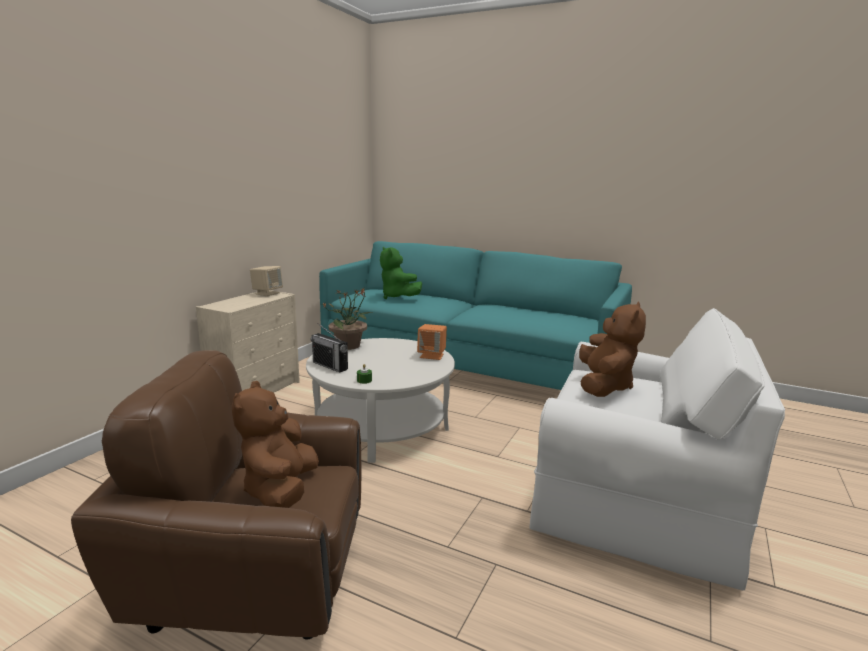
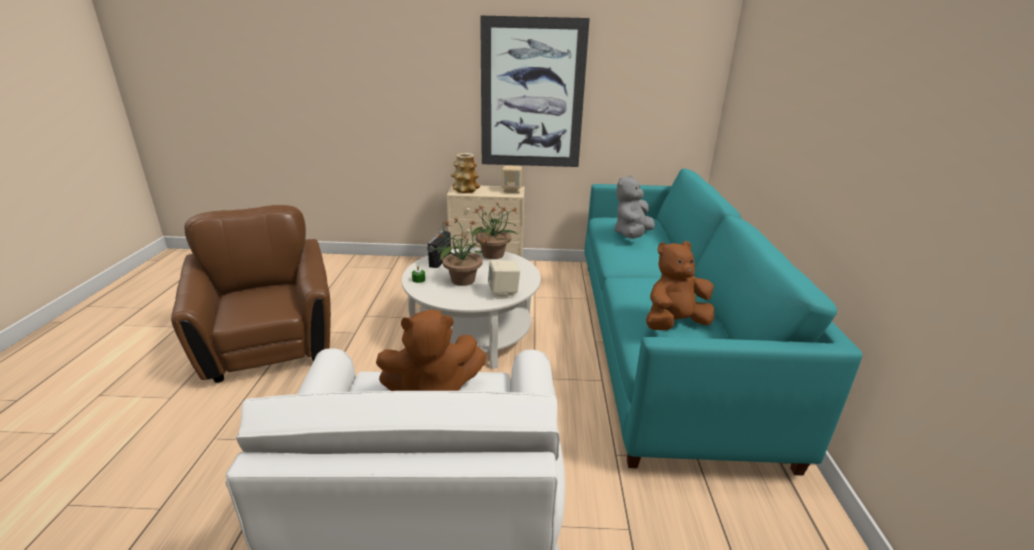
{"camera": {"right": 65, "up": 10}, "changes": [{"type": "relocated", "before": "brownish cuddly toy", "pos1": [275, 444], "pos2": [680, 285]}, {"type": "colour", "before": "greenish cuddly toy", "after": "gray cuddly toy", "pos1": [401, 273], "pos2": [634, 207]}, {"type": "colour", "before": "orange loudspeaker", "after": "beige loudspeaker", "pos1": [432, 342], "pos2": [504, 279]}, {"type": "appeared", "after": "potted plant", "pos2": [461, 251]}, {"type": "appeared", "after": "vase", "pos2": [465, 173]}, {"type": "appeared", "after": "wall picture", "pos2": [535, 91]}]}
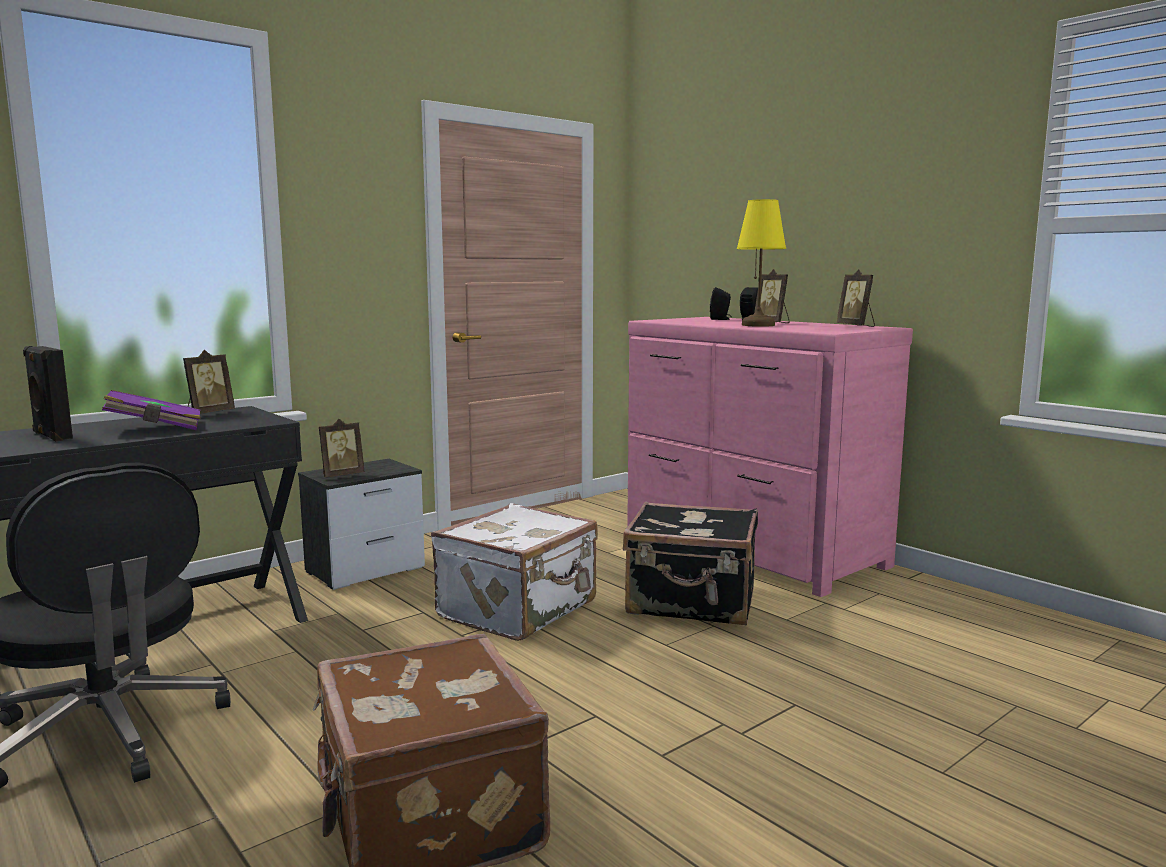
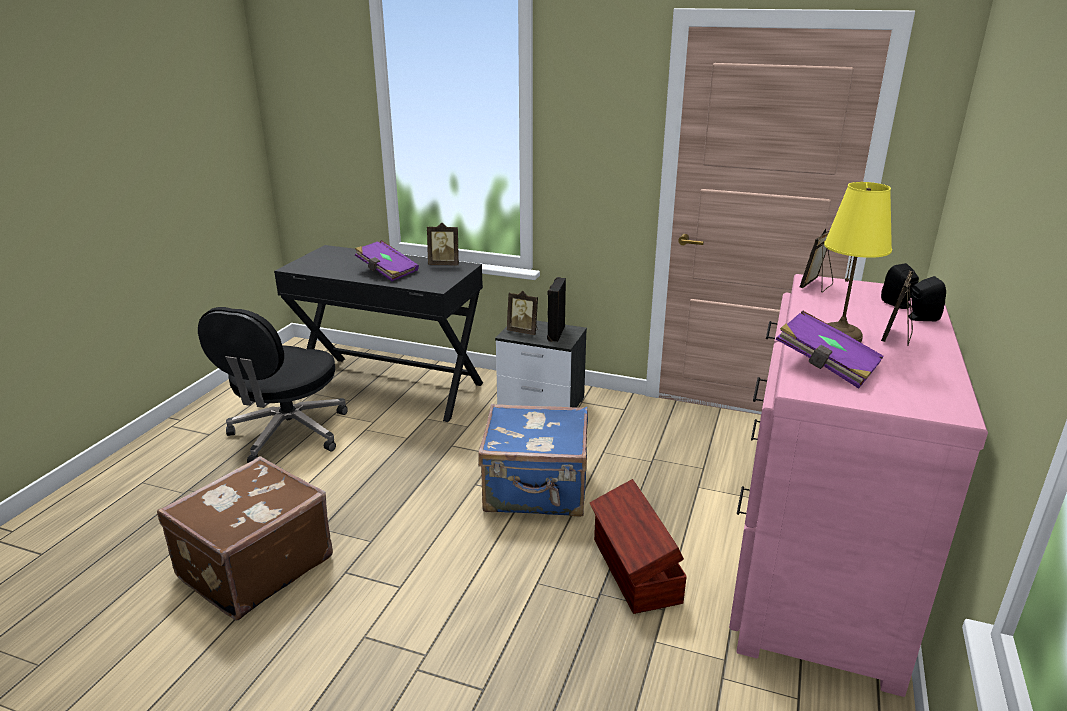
{"camera": {"right": 60, "up": 15}, "changes": [{"type": "relocated", "before": "blackish loudspeaker", "pos1": [48, 393], "pos2": [556, 309]}, {"type": "colour", "before": "whitish piece of luggage", "after": "blue-coloured piece of luggage", "pos1": [514, 572], "pos2": [533, 460]}, {"type": "exchanged", "before": "blackish piece of luggage", "after": "brownish storage container", "pos1": [690, 564], "pos2": [638, 546]}, {"type": "relocated", "before": "photo frame", "pos1": [855, 298], "pos2": [816, 260]}, {"type": "appeared", "after": "purple-coloured book", "pos2": [830, 350]}]}
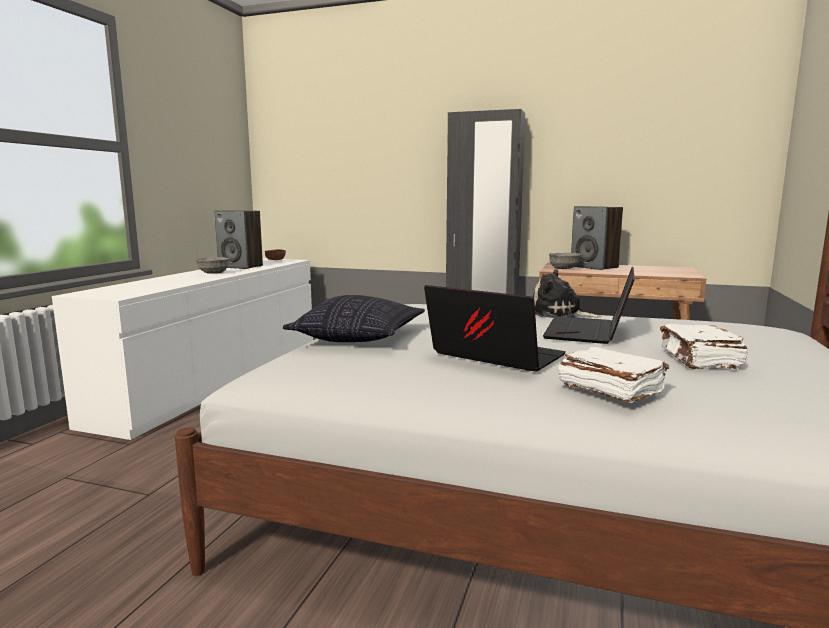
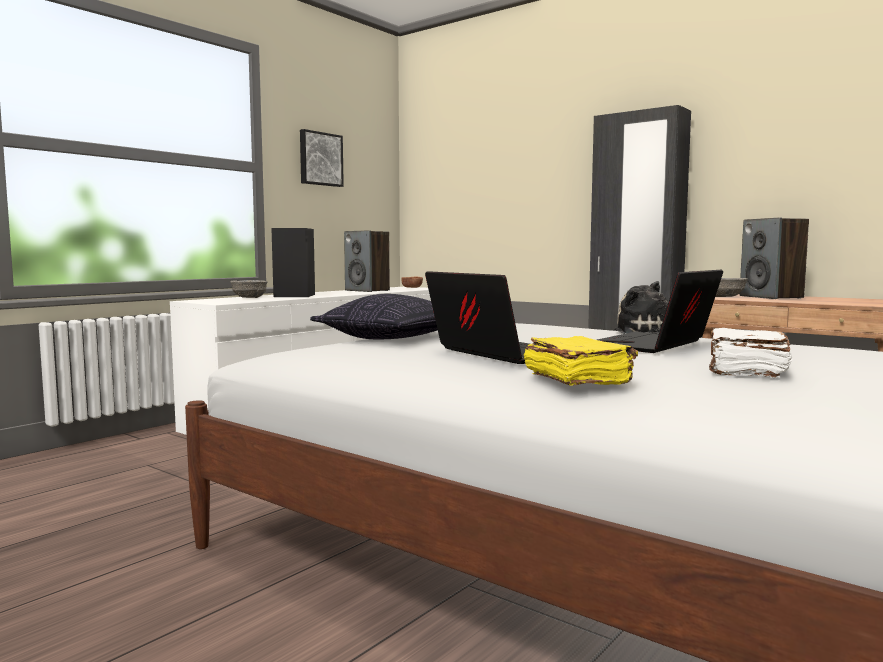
{"camera": {"right": 20, "up": -5}, "changes": [{"type": "relocated", "before": "gray serving bowl", "pos1": [212, 265], "pos2": [248, 289]}, {"type": "colour", "before": "whitish book", "after": "yellow book", "pos1": [613, 374], "pos2": [581, 361]}, {"type": "appeared", "after": "blackish loudspeaker", "pos2": [293, 262]}, {"type": "appeared", "after": "wall picture", "pos2": [322, 158]}]}
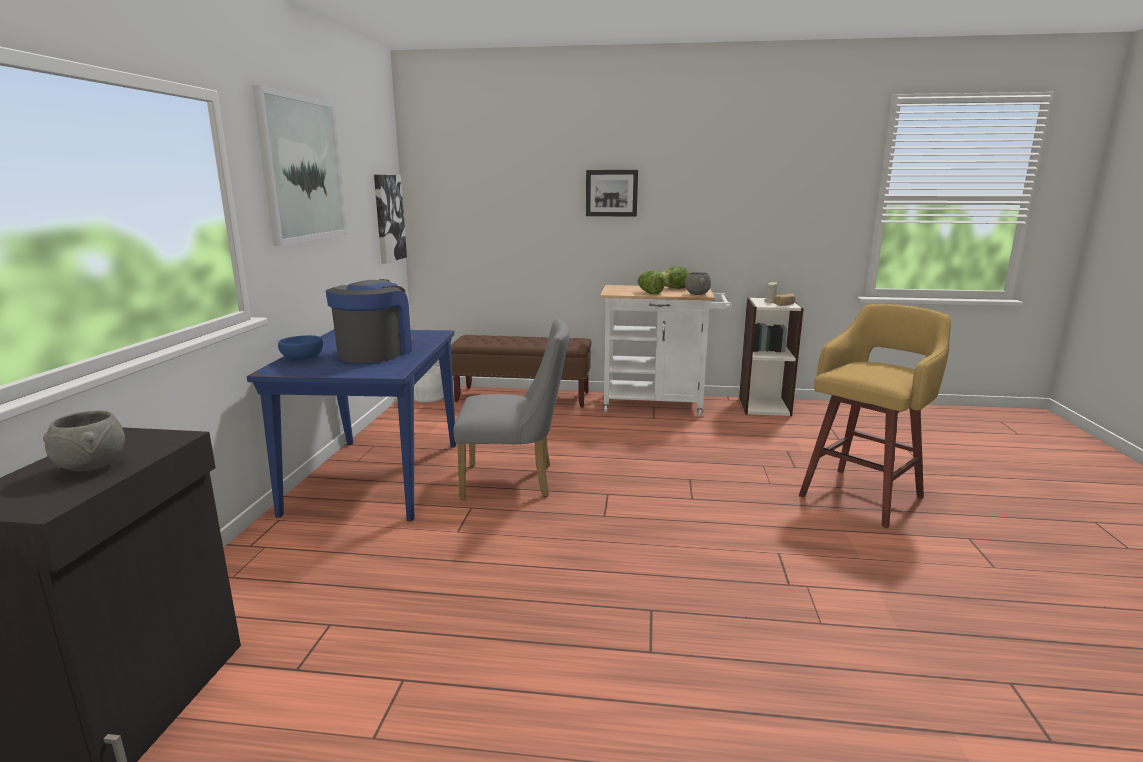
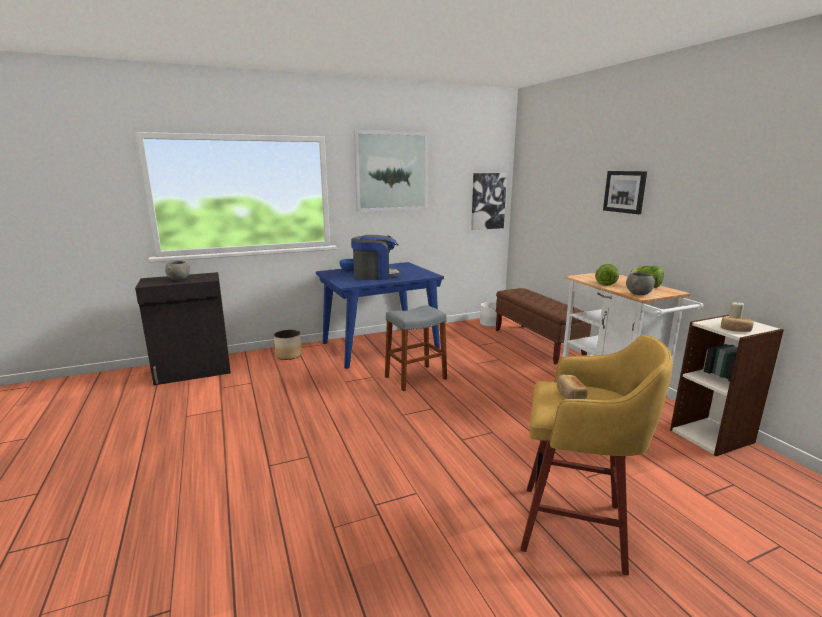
{"camera": {"right": 60, "up": 0}, "changes": [{"type": "exchanged", "before": "gray chair", "after": "gray stool seat", "pos1": [511, 409], "pos2": [416, 348]}, {"type": "appeared", "after": "flower pot", "pos2": [288, 345]}, {"type": "appeared", "after": "bread", "pos2": [572, 387]}]}
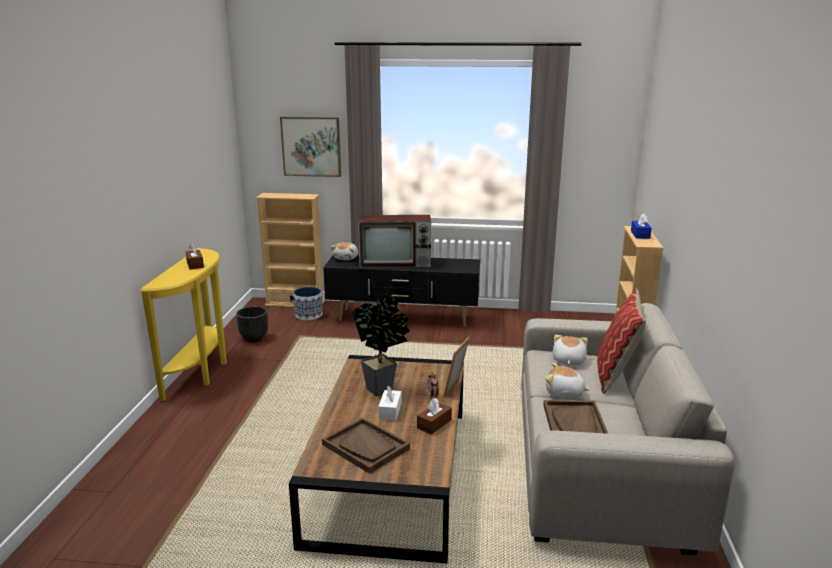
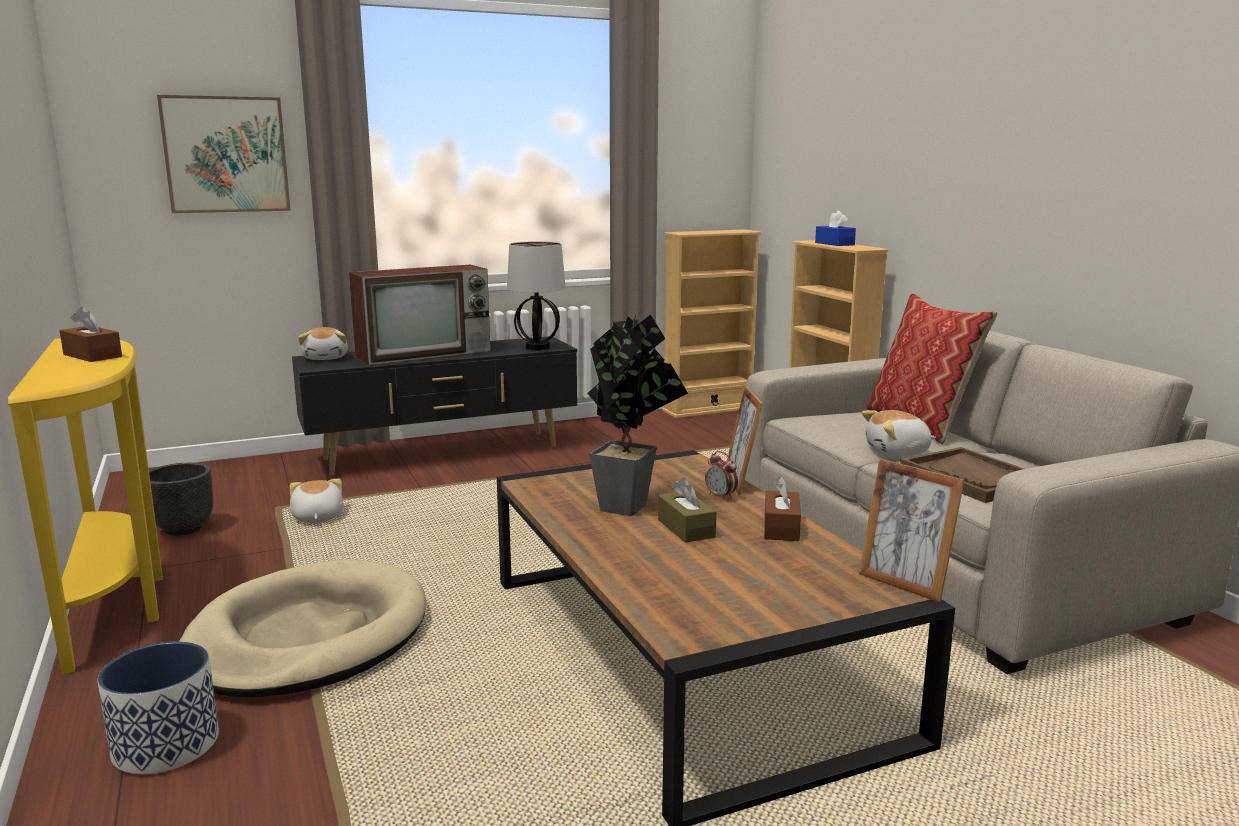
{"camera": {"right": -30, "up": -5}, "changes": [{"type": "relocated", "before": "beige shelving unit", "pos1": [290, 250], "pos2": [712, 323]}, {"type": "relocated", "before": "flower pot", "pos1": [308, 303], "pos2": [158, 708]}, {"type": "missing", "before": "brownish tray", "pos1": [366, 445]}, {"type": "colour", "before": "whitish box of tissues", "after": "brownish box of tissues", "pos1": [389, 403], "pos2": [687, 510]}, {"type": "relocated", "before": "cuddly toy", "pos1": [570, 350], "pos2": [316, 501]}, {"type": "appeared", "after": "beige dog bed", "pos2": [302, 629]}, {"type": "appeared", "after": "lamp for a table", "pos2": [536, 296]}, {"type": "appeared", "after": "photo frame", "pos2": [911, 530]}]}
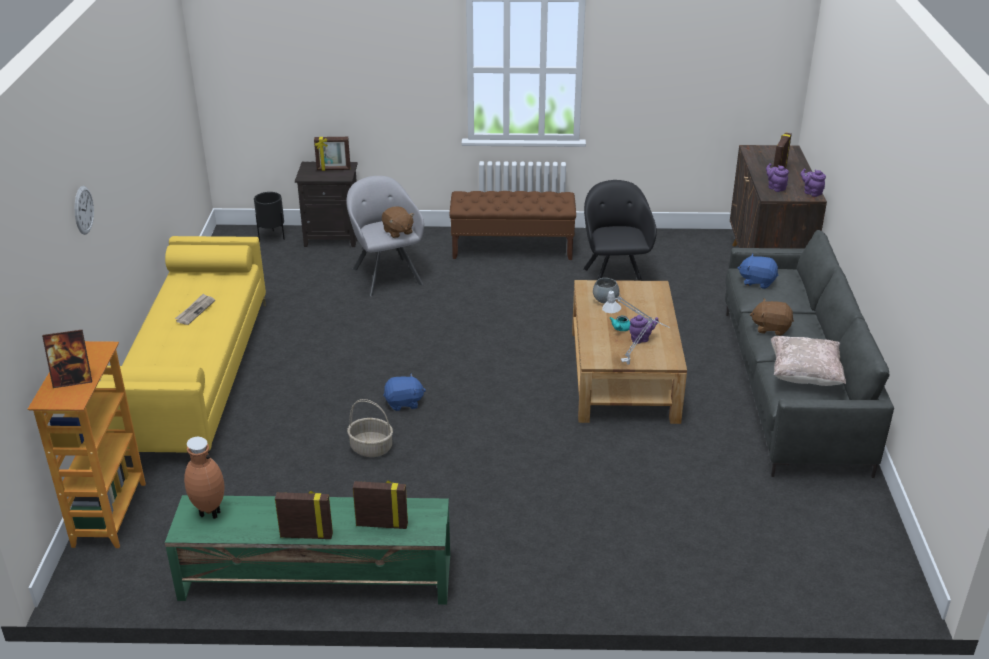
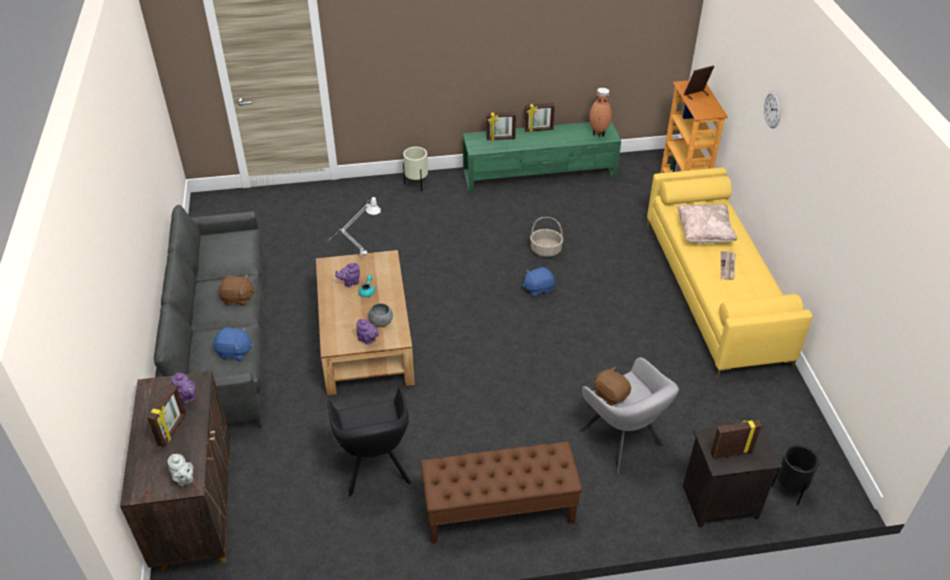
{"camera": {"right": 170, "up": 10}, "changes": [{"type": "relocated", "before": "beige throw pillow", "pos1": [808, 361], "pos2": [707, 223]}, {"type": "relocated", "before": "purple-coloured pot for tea", "pos1": [813, 182], "pos2": [367, 332]}, {"type": "appeared", "after": "gray pot for tea", "pos2": [180, 470]}, {"type": "appeared", "after": "beige flower pot", "pos2": [415, 169]}]}
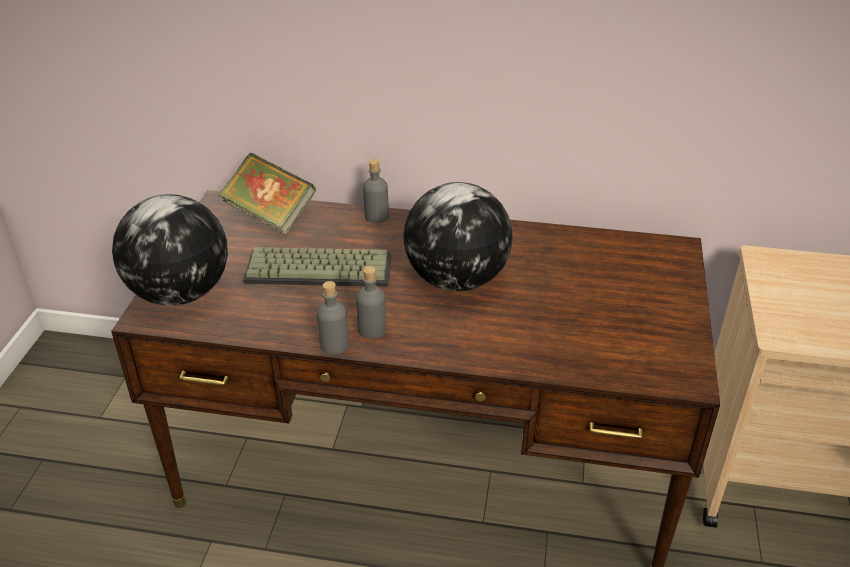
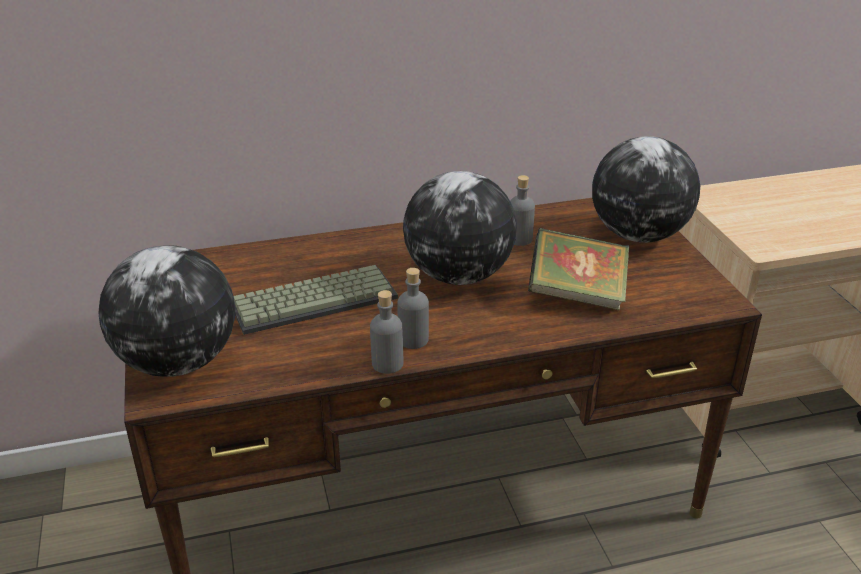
{"camera": {"right": -25, "up": -5}, "changes": [{"type": "relocated", "before": "book", "pos1": [267, 194], "pos2": [578, 269]}, {"type": "relocated", "before": "gray drink bottle", "pos1": [376, 191], "pos2": [522, 210]}, {"type": "appeared", "after": "desk globe", "pos2": [646, 189]}]}
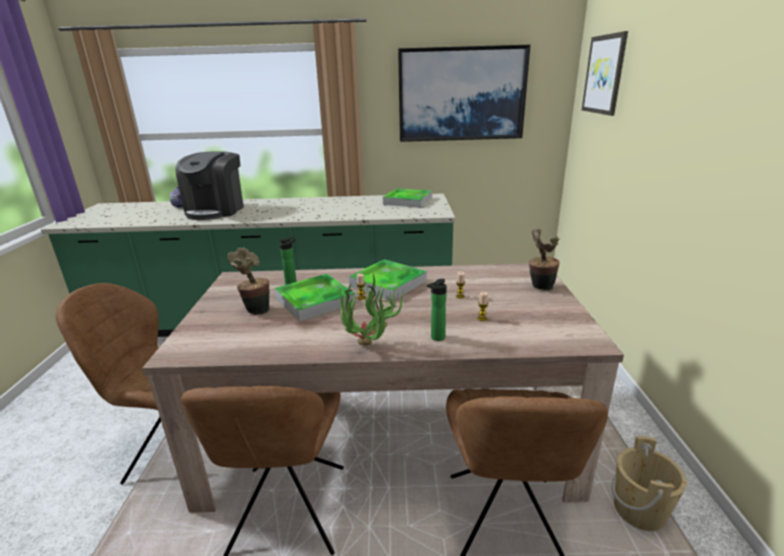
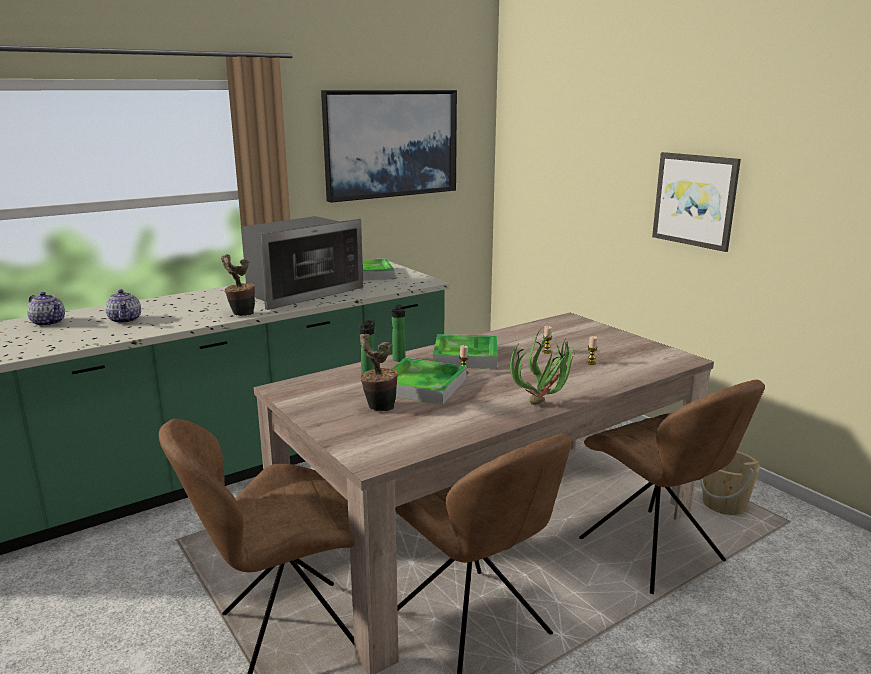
{"camera": {"right": -35, "up": -5}, "changes": [{"type": "exchanged", "before": "coffee brewer", "after": "pot for tea", "pos1": [209, 185], "pos2": [123, 306]}, {"type": "relocated", "before": "drink bottle", "pos1": [437, 310], "pos2": [398, 333]}, {"type": "relocated", "before": "potted plant", "pos1": [544, 259], "pos2": [238, 285]}, {"type": "relocated", "before": "wall picture", "pos1": [605, 73], "pos2": [696, 202]}, {"type": "appeared", "after": "kitchen microwave", "pos2": [302, 263]}]}
